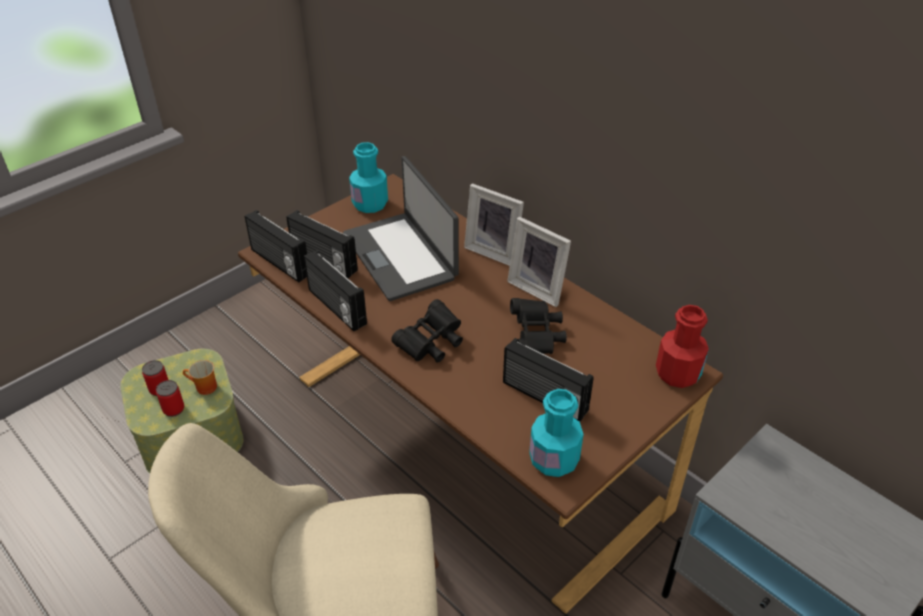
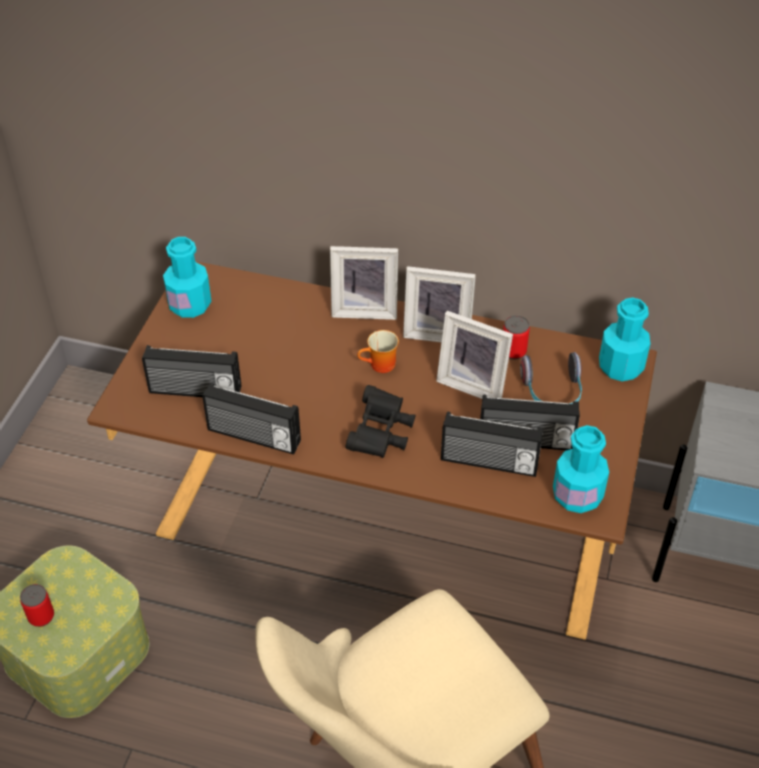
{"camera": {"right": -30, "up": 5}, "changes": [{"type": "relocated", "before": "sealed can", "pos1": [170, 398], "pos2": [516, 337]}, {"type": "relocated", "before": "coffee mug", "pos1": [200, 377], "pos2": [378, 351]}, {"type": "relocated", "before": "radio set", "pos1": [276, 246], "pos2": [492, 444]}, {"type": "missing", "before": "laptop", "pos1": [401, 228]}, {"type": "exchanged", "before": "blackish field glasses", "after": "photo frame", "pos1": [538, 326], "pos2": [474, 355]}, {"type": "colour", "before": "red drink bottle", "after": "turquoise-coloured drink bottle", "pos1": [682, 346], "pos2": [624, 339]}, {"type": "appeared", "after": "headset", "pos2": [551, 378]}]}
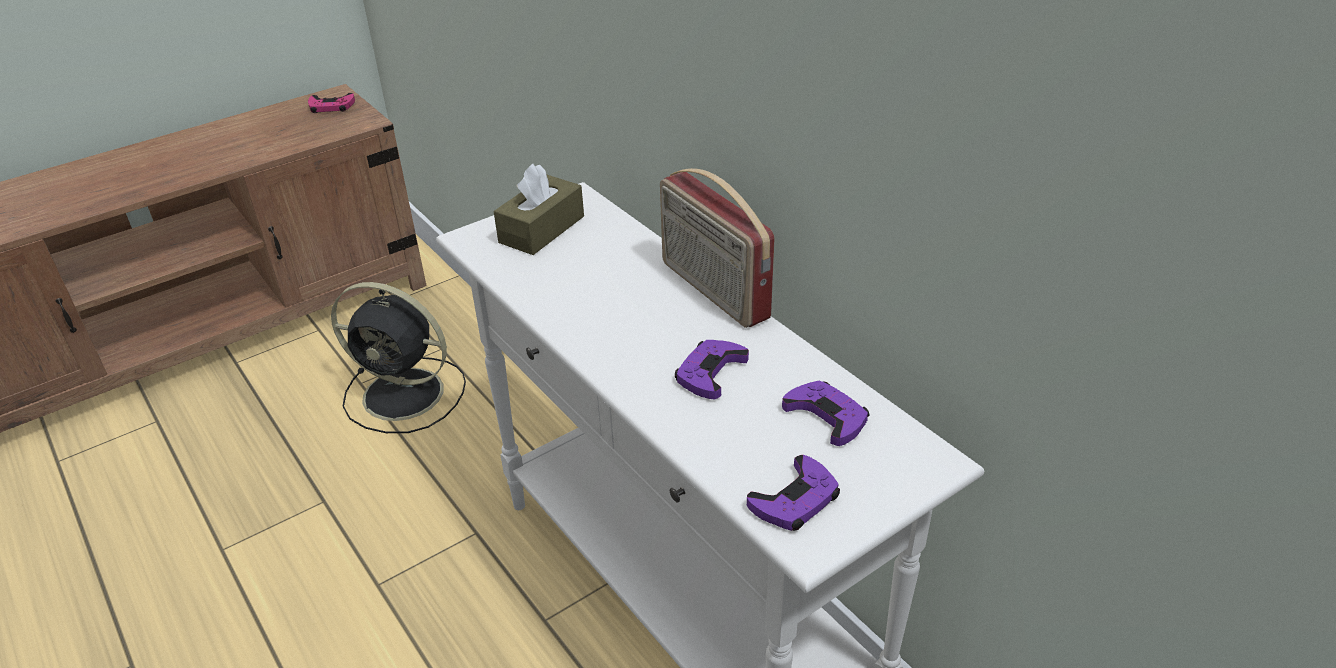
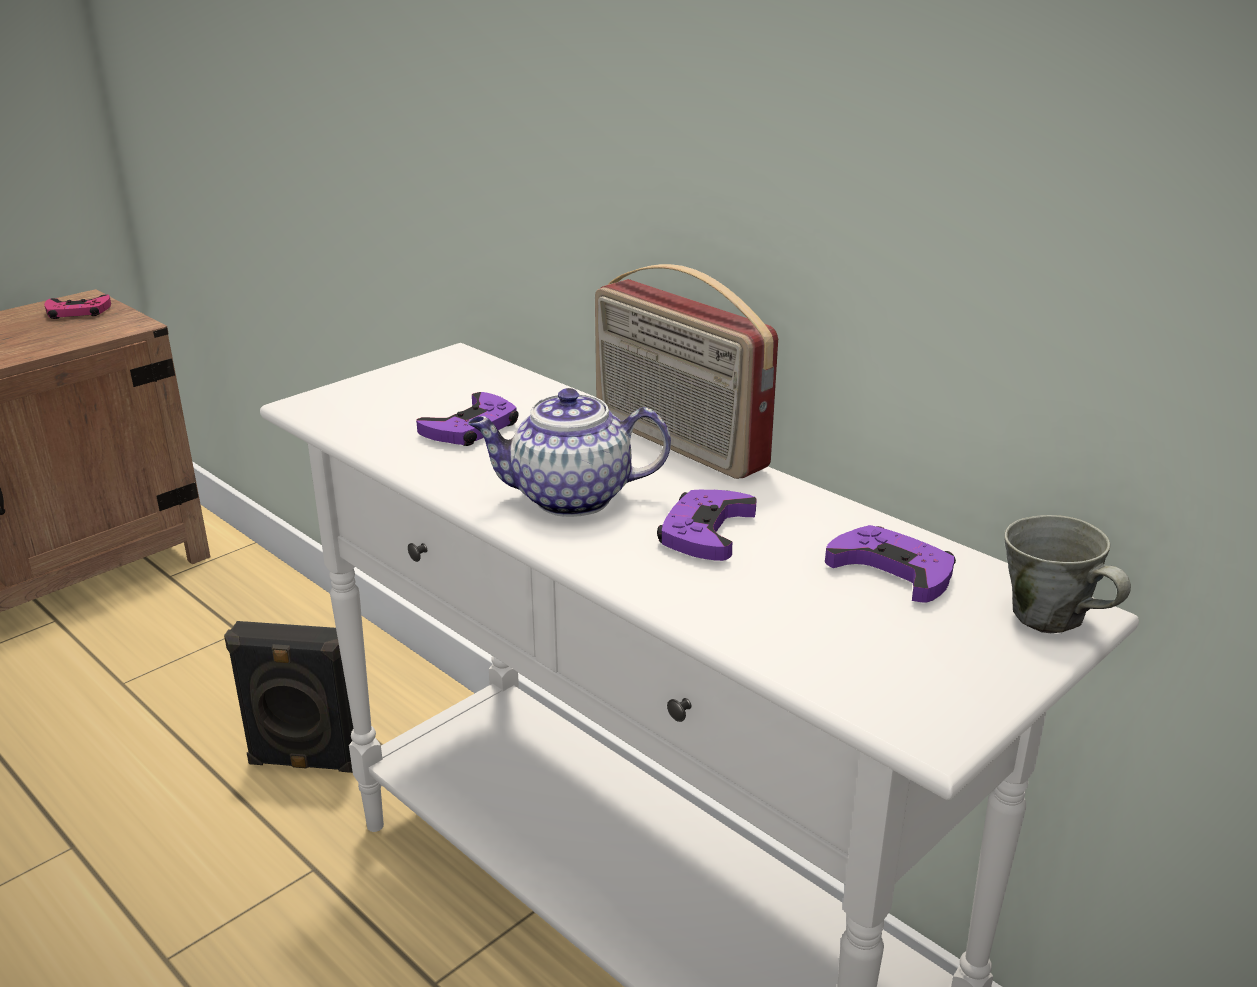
{"camera": {"right": -10, "up": -10}, "changes": [{"type": "missing", "before": "blackish electric fan", "pos1": [398, 357]}, {"type": "missing", "before": "brownish box of tissues", "pos1": [539, 209]}, {"type": "relocated", "before": "purple-coloured game controller", "pos1": [793, 493], "pos2": [467, 419]}, {"type": "appeared", "after": "blackish loudspeaker", "pos2": [288, 697]}, {"type": "appeared", "after": "pot for tea", "pos2": [569, 452]}, {"type": "appeared", "after": "gray coffee mug", "pos2": [1067, 574]}]}
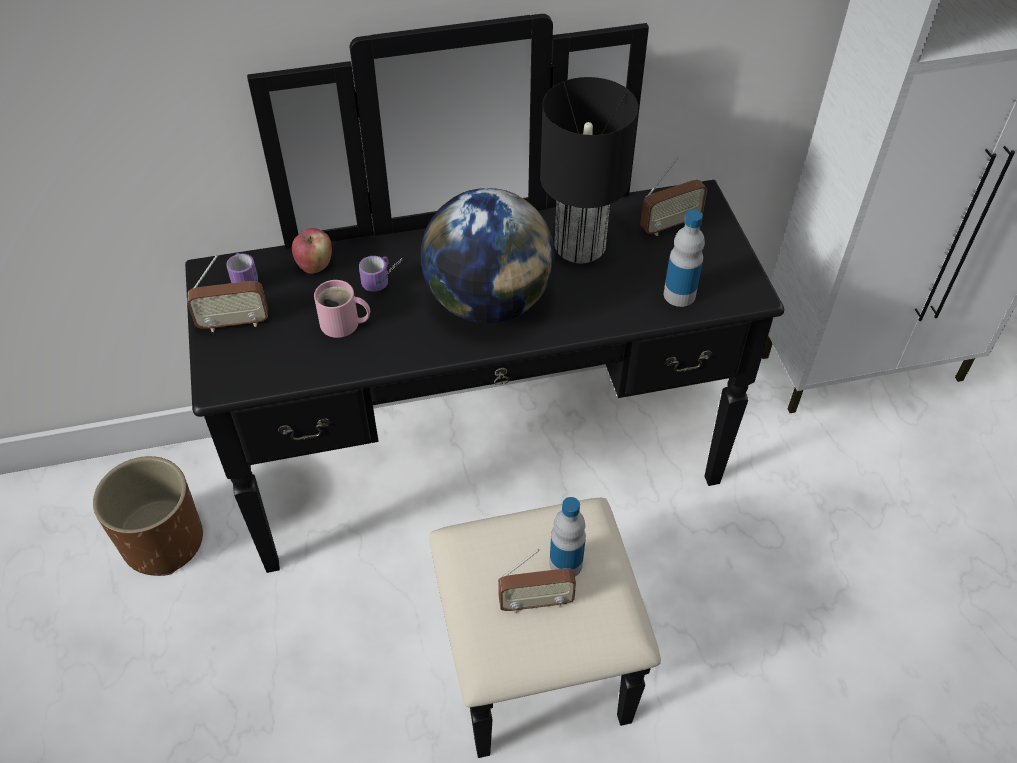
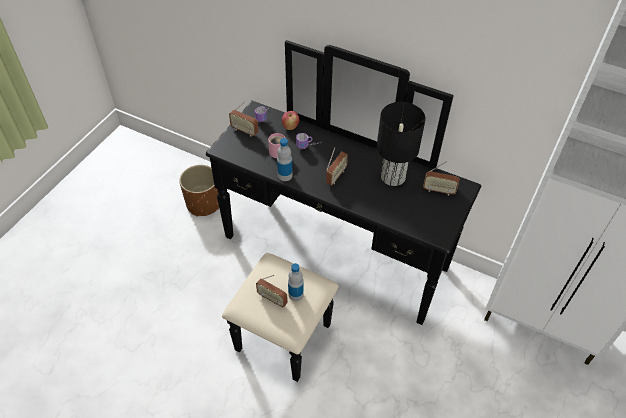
{"camera": {"right": 40, "up": 0}, "changes": [{"type": "exchanged", "before": "desk globe", "after": "radio set", "pos1": [488, 255], "pos2": [337, 166]}, {"type": "relocated", "before": "drink bottle", "pos1": [684, 258], "pos2": [285, 159]}]}
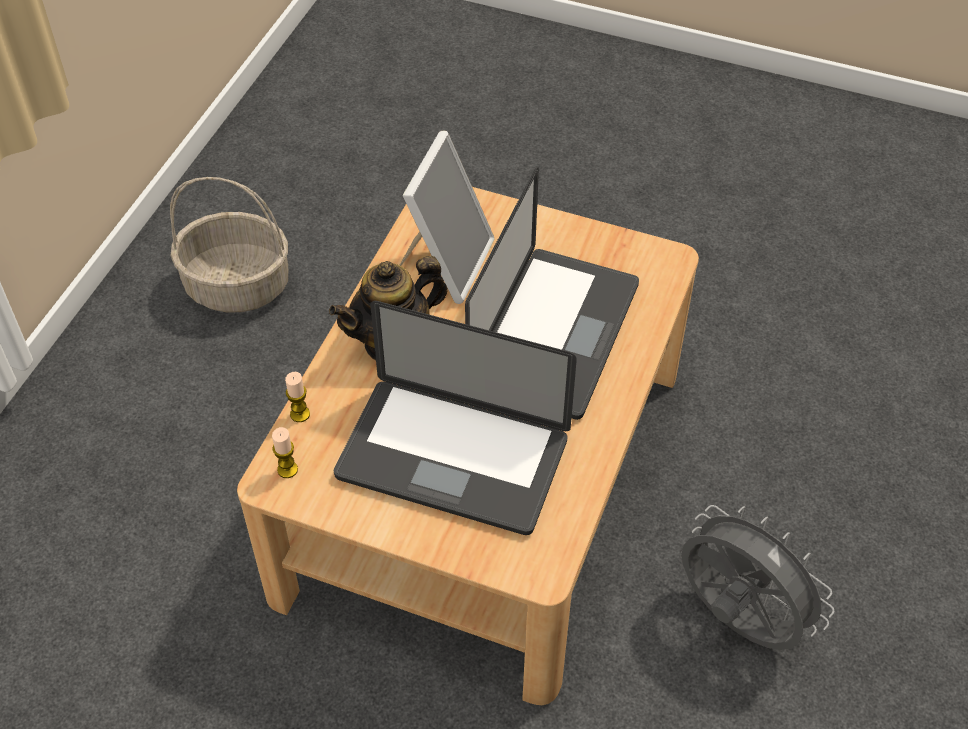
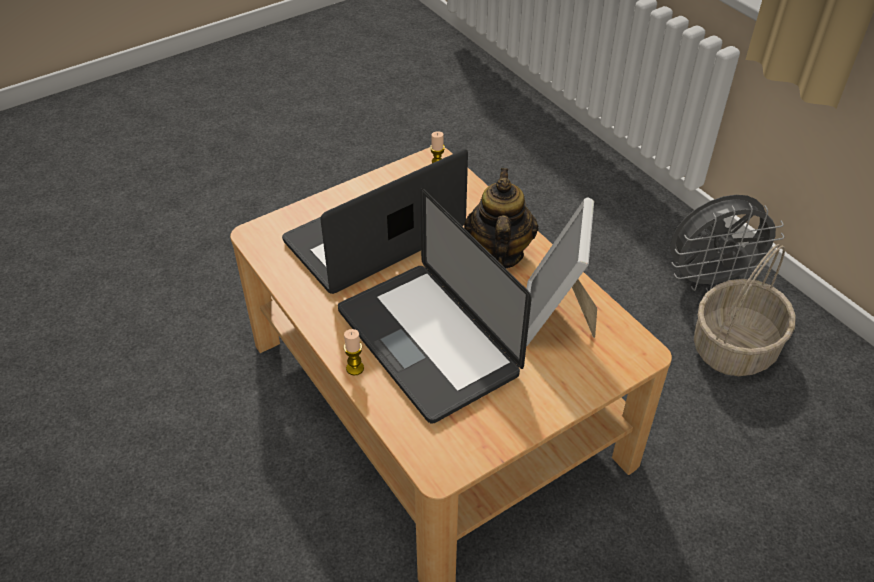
{"camera": {"right": 125, "up": -5}, "changes": [{"type": "relocated", "before": "wax candle", "pos1": [297, 397], "pos2": [354, 352]}, {"type": "spun", "before": "photo frame", "pos1": [447, 217], "pos2": [561, 272], "turn": 45}, {"type": "relocated", "before": "gray electric fan", "pos1": [758, 577], "pos2": [727, 243]}]}
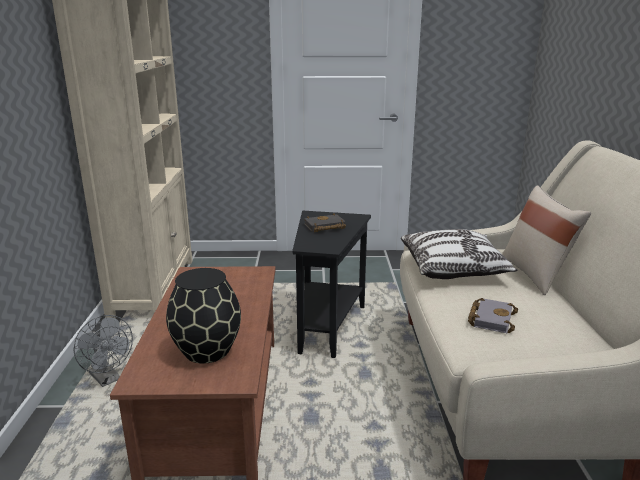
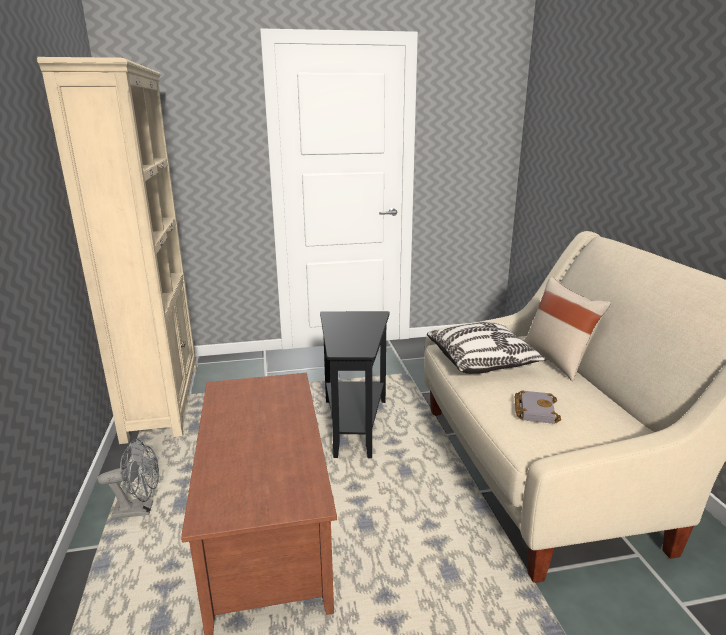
{"camera": {"right": -10, "up": 0}, "changes": [{"type": "spun", "before": "gray electric fan", "pos1": [103, 351], "pos2": [128, 479], "turn": -45}, {"type": "missing", "before": "blackish vase", "pos1": [203, 316]}, {"type": "missing", "before": "blackish book", "pos1": [325, 222]}]}
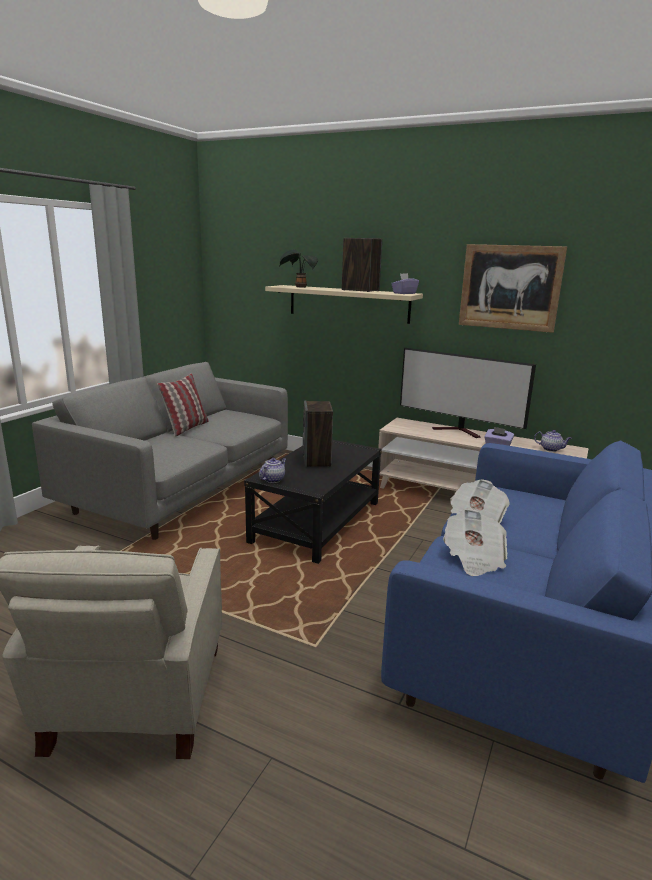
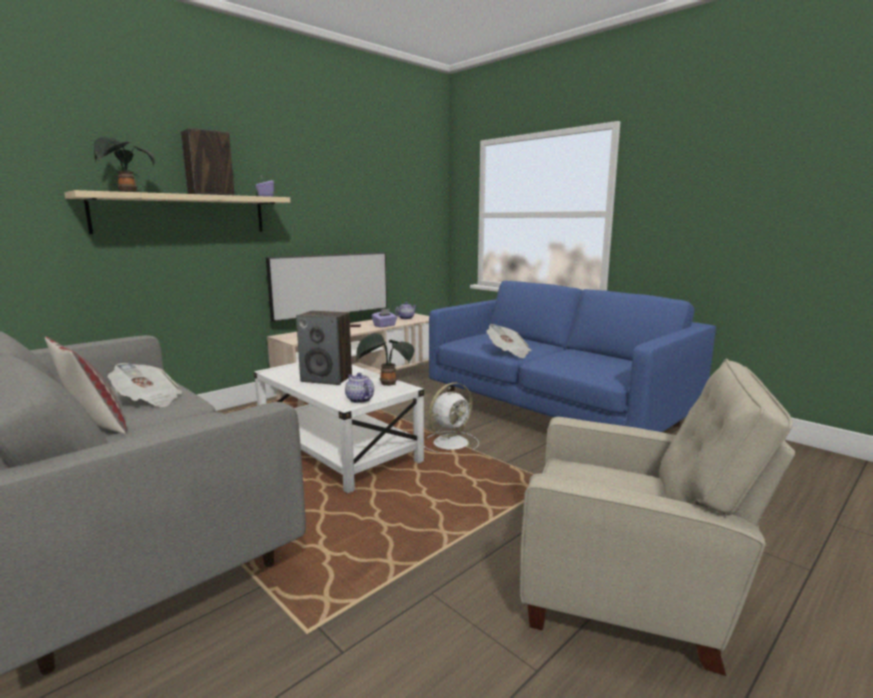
{"camera": {"right": -70, "up": -5}, "changes": [{"type": "colour", "before": "blackish low table", "after": "whitish low table", "pos1": [313, 502], "pos2": [339, 427]}, {"type": "relocated", "before": "daily paper", "pos1": [475, 542], "pos2": [145, 385]}, {"type": "missing", "before": "wall picture", "pos1": [513, 288]}, {"type": "appeared", "after": "potted plant", "pos2": [385, 359]}, {"type": "appeared", "after": "whitish electric fan", "pos2": [451, 418]}]}
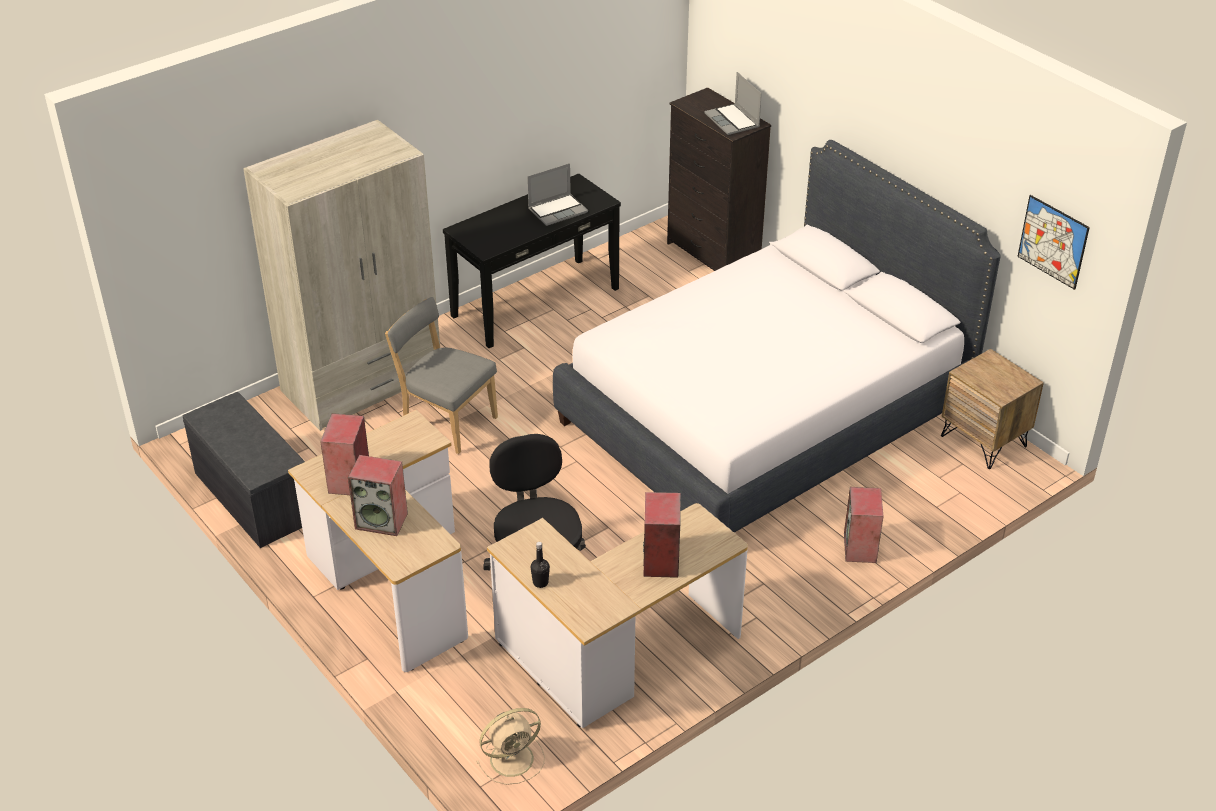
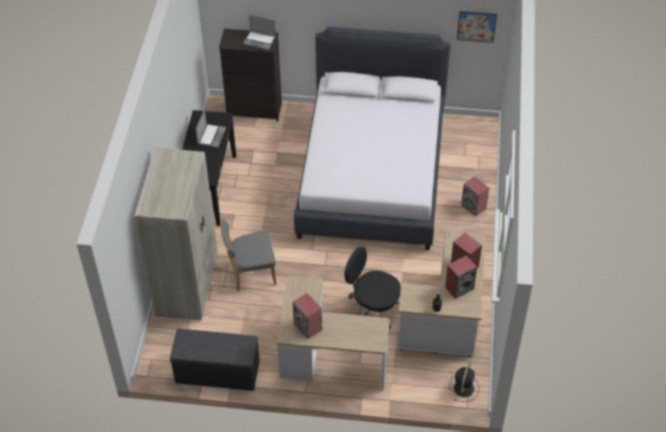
{"camera": {"right": -45, "up": 10}, "changes": [{"type": "relocated", "before": "loudspeaker", "pos1": [378, 495], "pos2": [461, 277]}, {"type": "colour", "before": "beige electric fan", "after": "blackish electric fan", "pos1": [510, 746], "pos2": [464, 382]}, {"type": "missing", "before": "brownish bedside table", "pos1": [992, 409]}]}
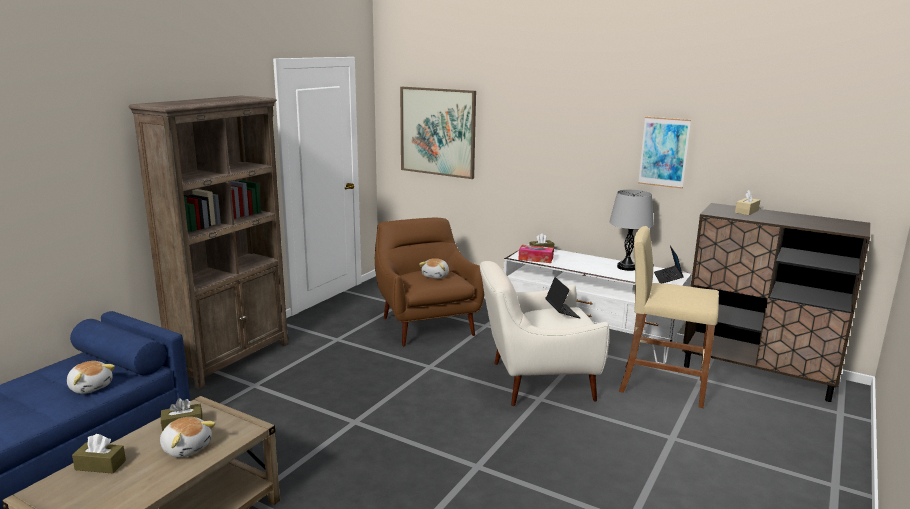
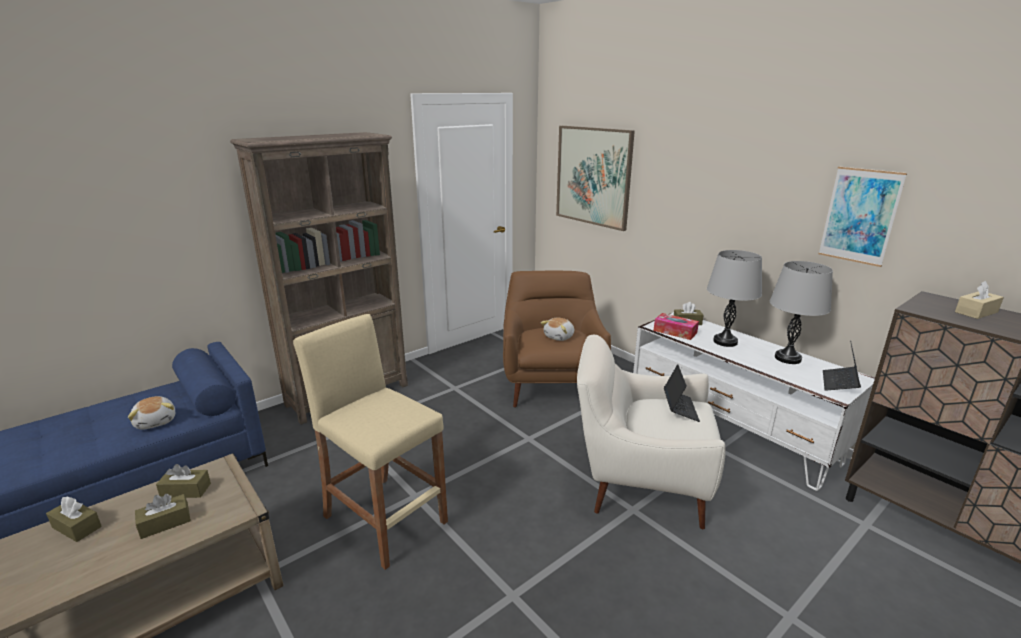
{"camera": {"right": 20, "up": 5}, "changes": [{"type": "exchanged", "before": "cuddly toy", "after": "brownish box of tissues", "pos1": [188, 437], "pos2": [163, 516]}, {"type": "relocated", "before": "beige stool seat", "pos1": [669, 317], "pos2": [370, 442]}, {"type": "appeared", "after": "gray lamp for a table", "pos2": [734, 298]}]}
